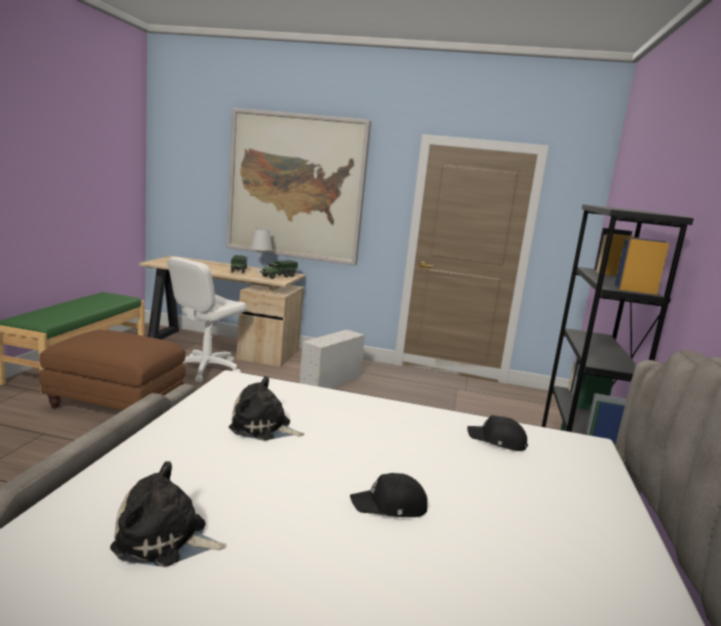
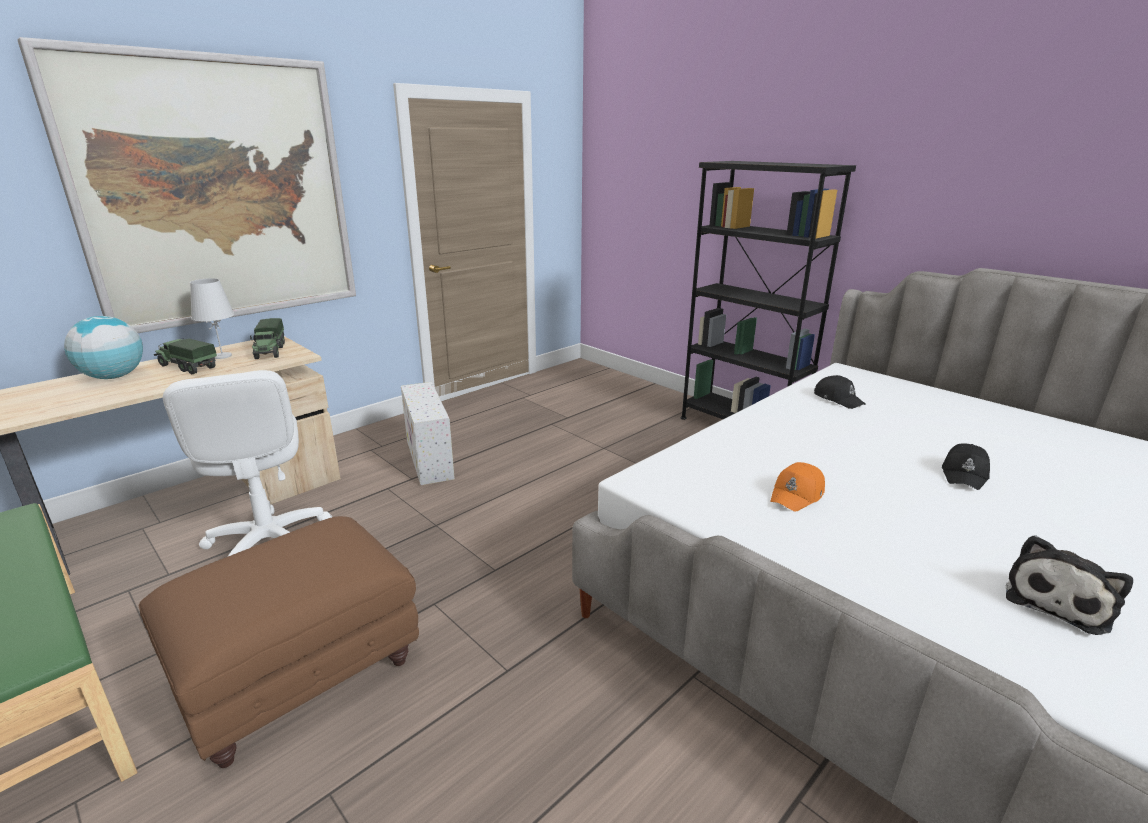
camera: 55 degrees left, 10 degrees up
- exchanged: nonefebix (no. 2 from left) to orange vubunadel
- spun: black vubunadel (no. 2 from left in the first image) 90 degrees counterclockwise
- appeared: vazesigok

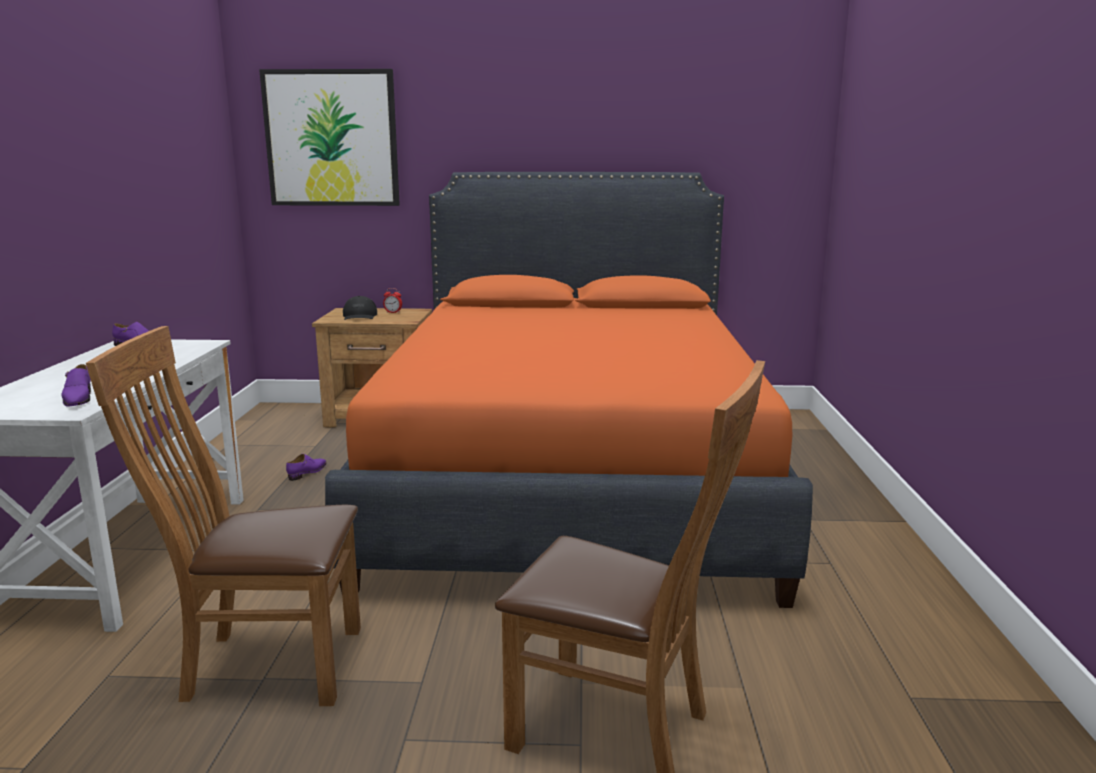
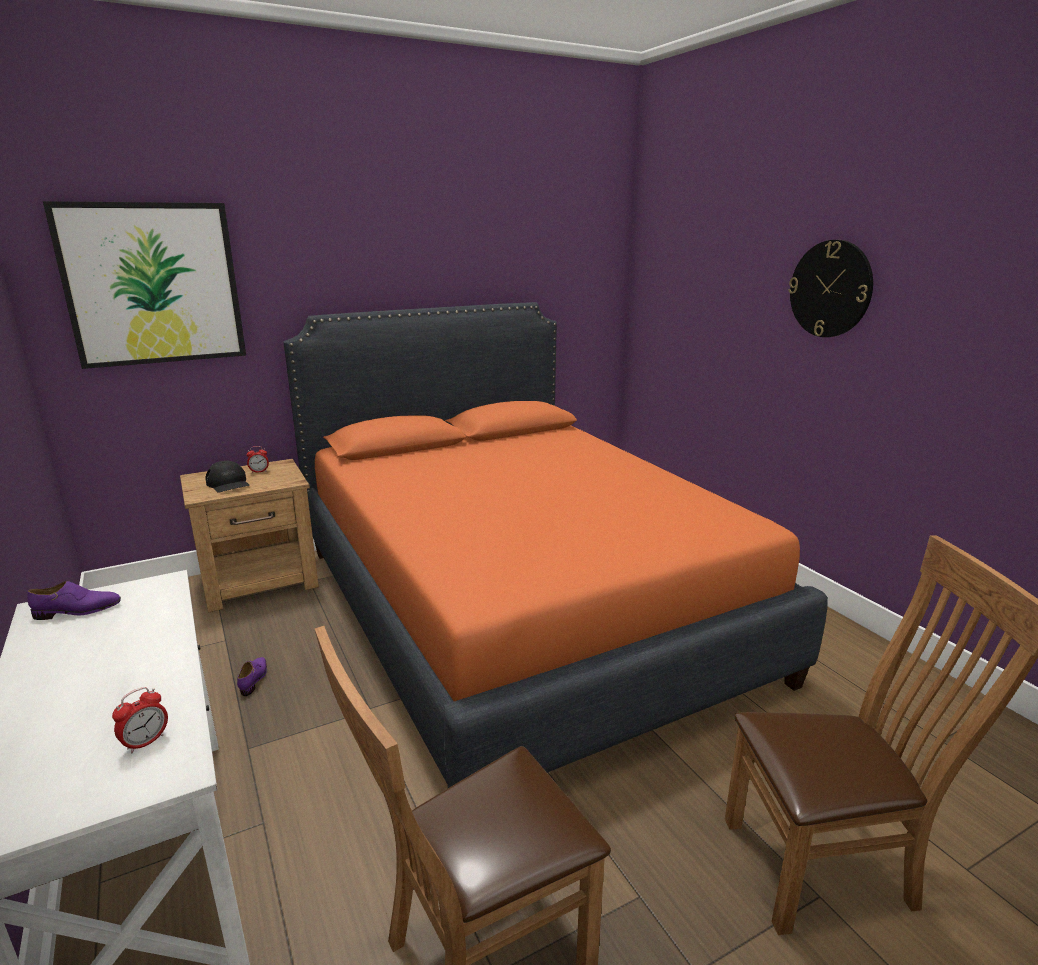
camera: 30 degrees left, 5 degrees up
- exchanged: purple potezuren (no. 1 from left) to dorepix (no. 1 from left)
- appeared: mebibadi

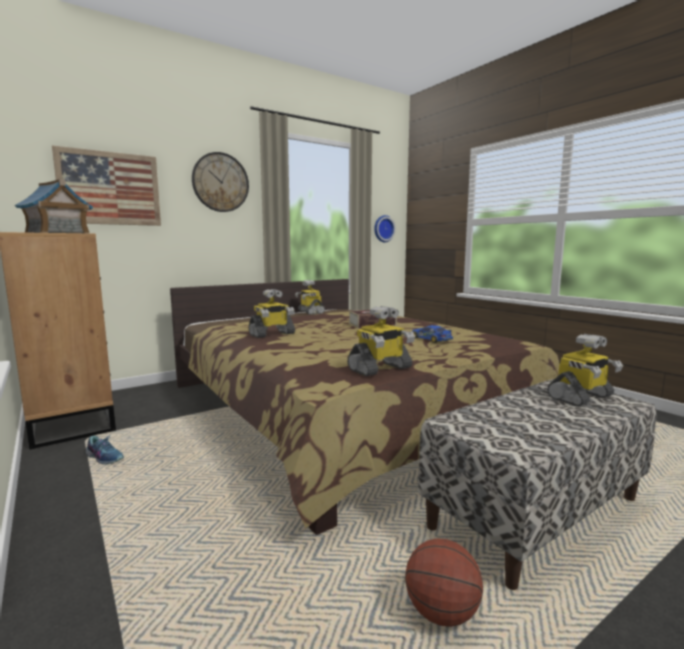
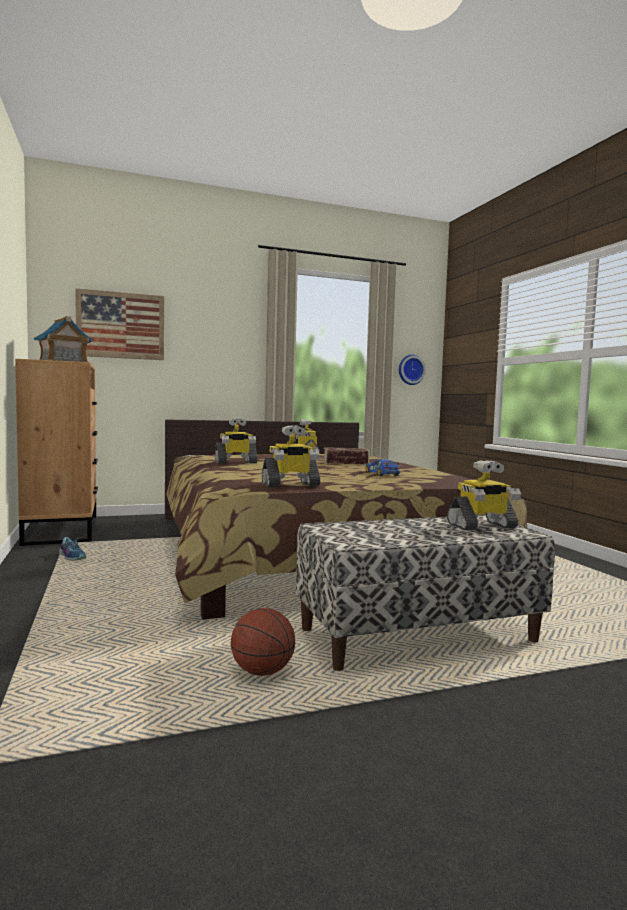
camera: 15 degrees right, 5 degrees down
- missing: mebibadi (no. 1 from left)

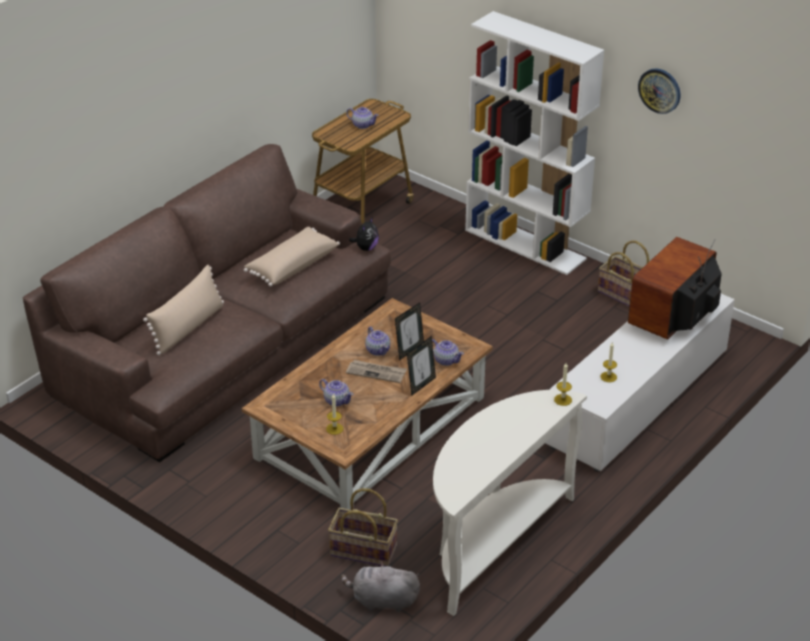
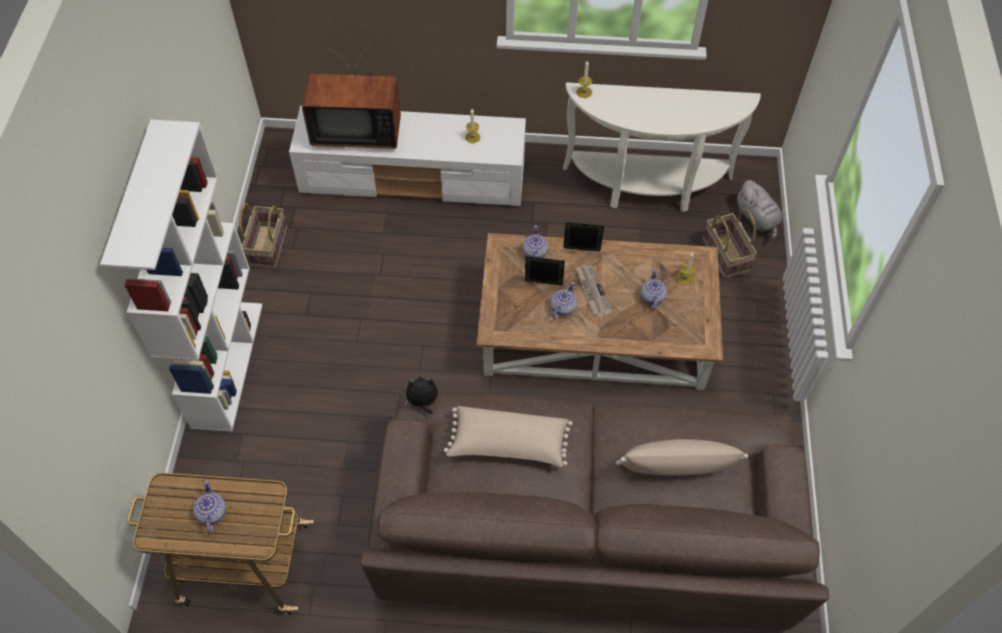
camera: 125 degrees left, 20 degrees up
- missing: mebibadi

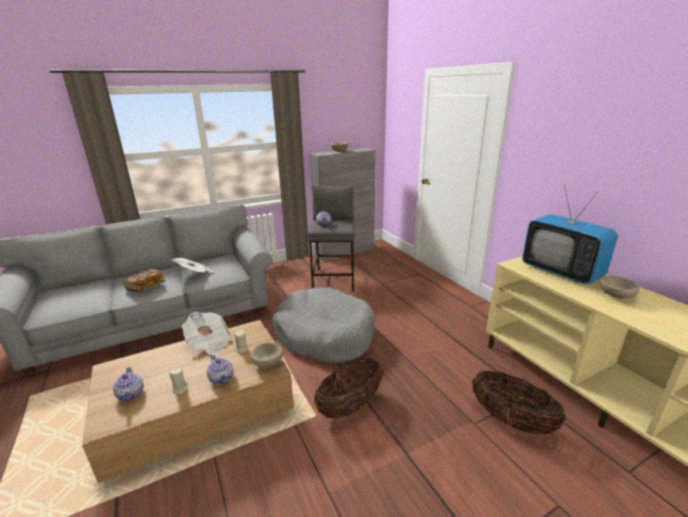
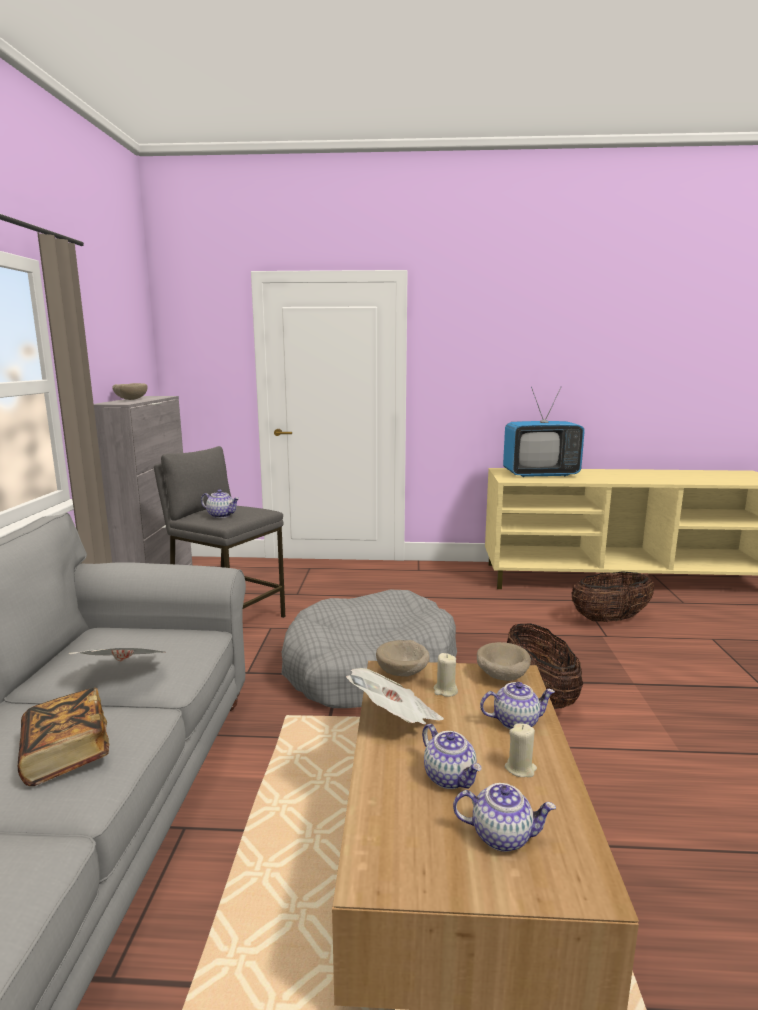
camera: 60 degrees left, 10 degrees down
- relocated: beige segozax (no. 3 from left in the first image) to beige segozax (no. 2 from left)
- appeared: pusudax (no. 2 from left)

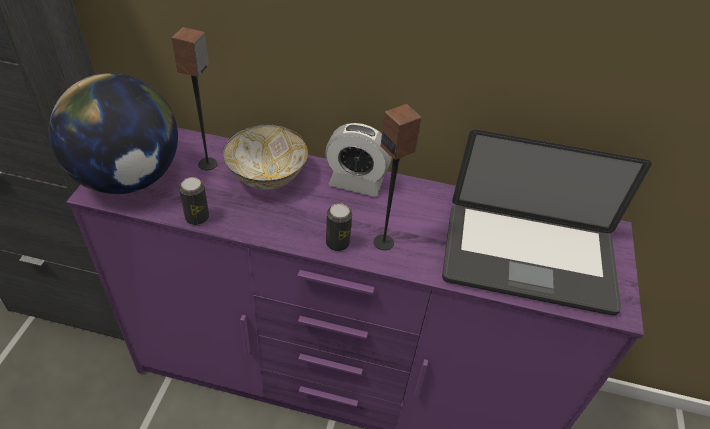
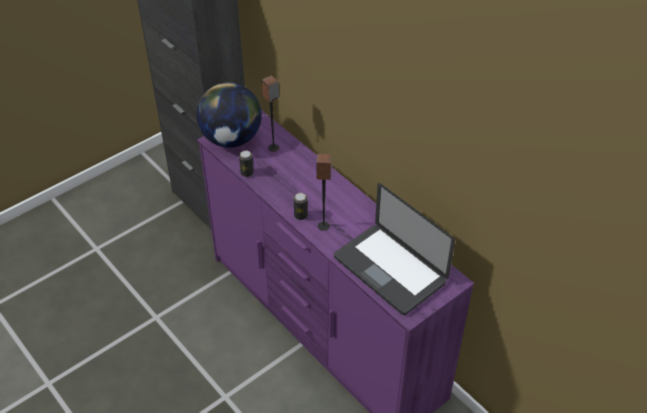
camera: 40 degrees right, 0 degrees up
- missing: dorepix
- missing: segozax

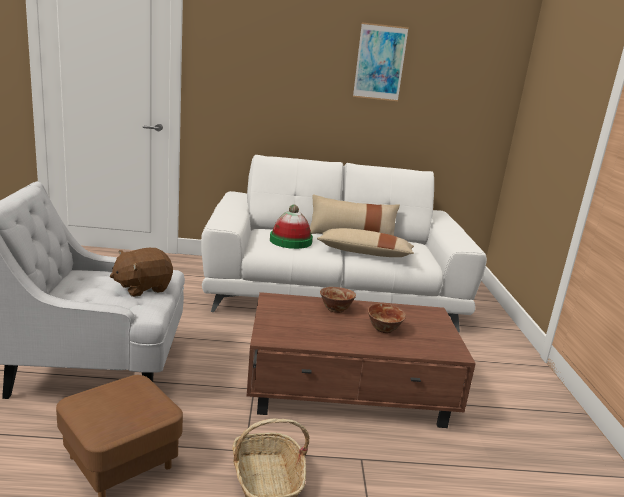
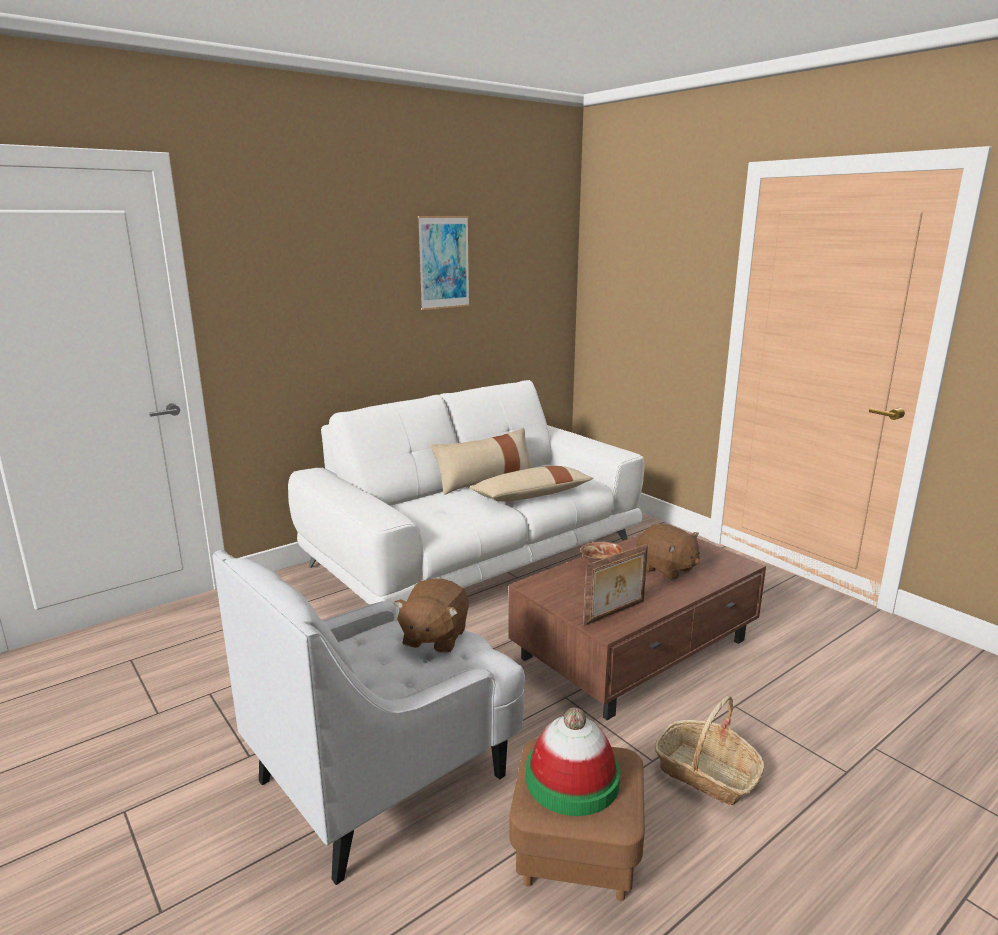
camera: 35 degrees left, 0 degrees up
- relocated: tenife
- exchanged: segozax (no. 2 from left) to brown nonefebix (no. 2 from left)
- appeared: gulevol

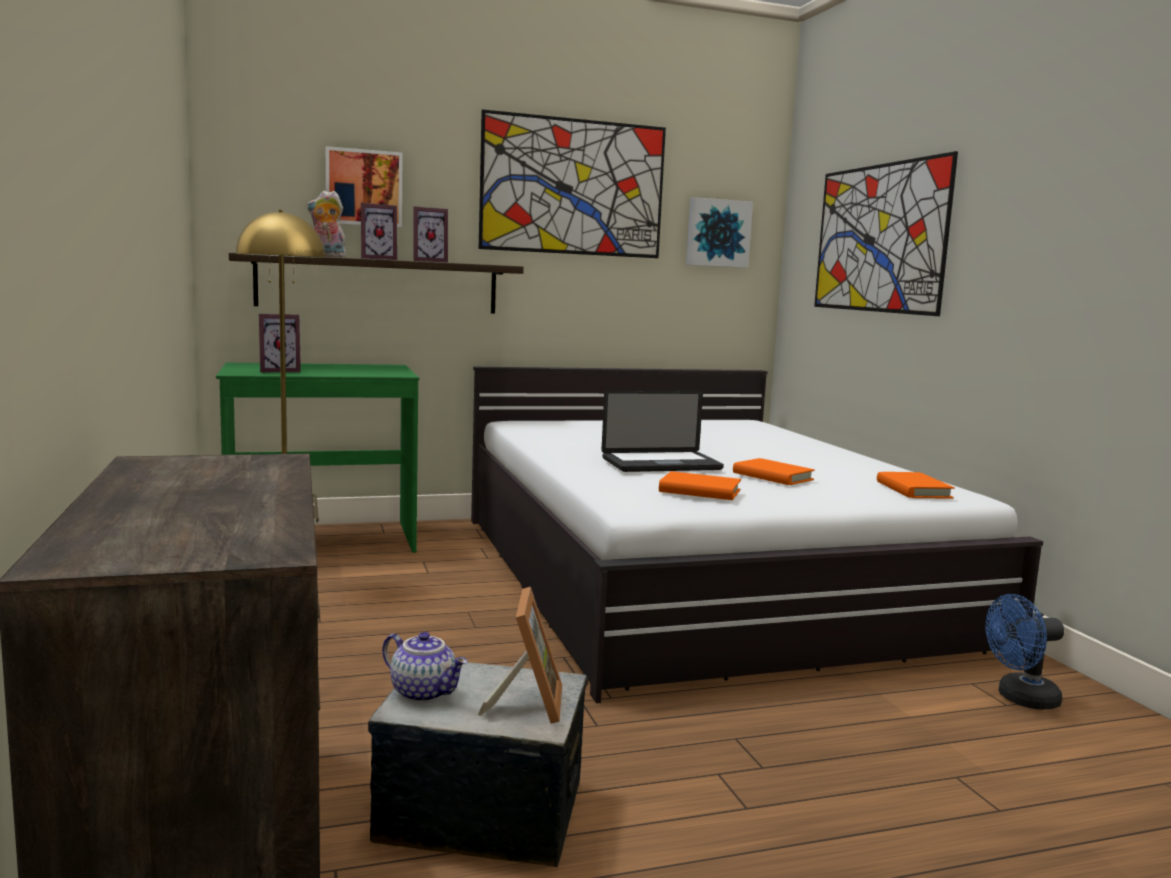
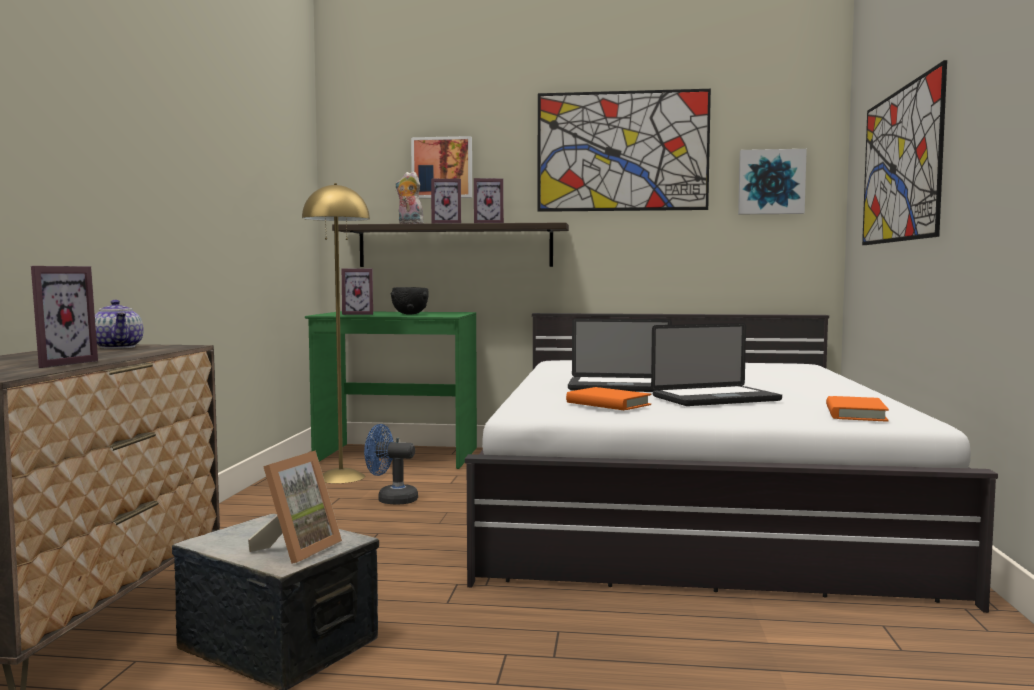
camera: 25 degrees right, 5 degrees down
- exchanged: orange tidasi (no. 2 from left) to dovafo (no. 2 from left)
- relocated: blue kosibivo
- relocated: pusudax
- appeared: gulevol (no. 1 from left)
- appeared: black segozax

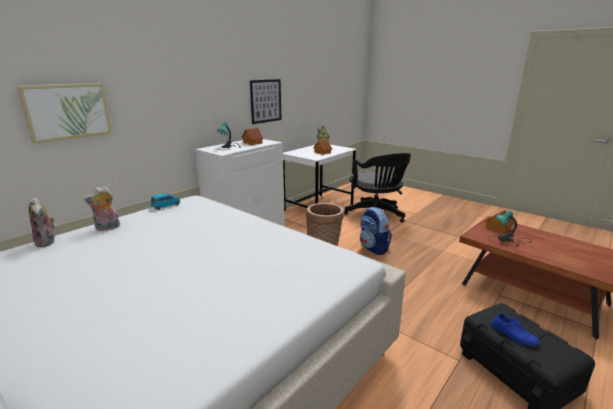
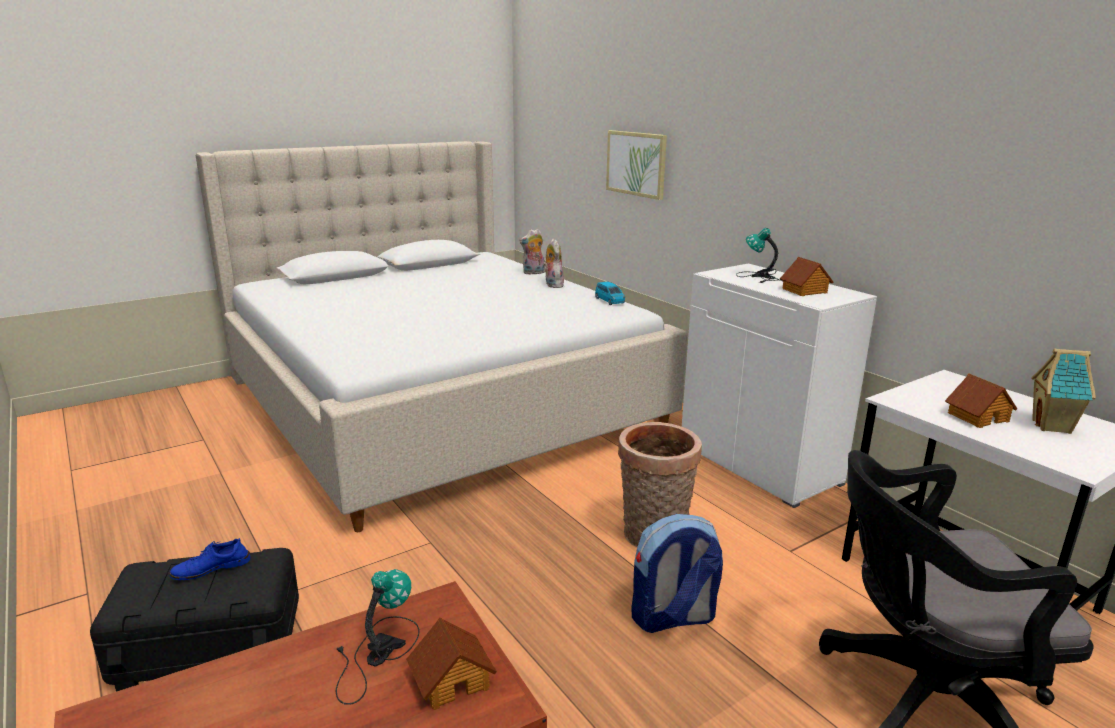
camera: 105 degrees right, 0 degrees up
- missing: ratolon (no. 2 from left)

